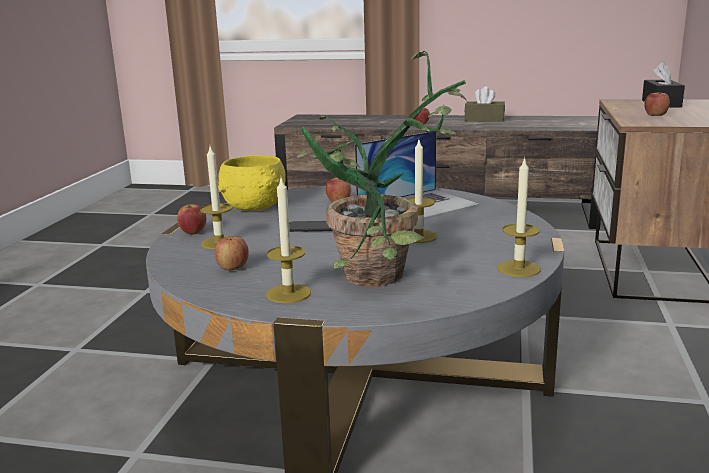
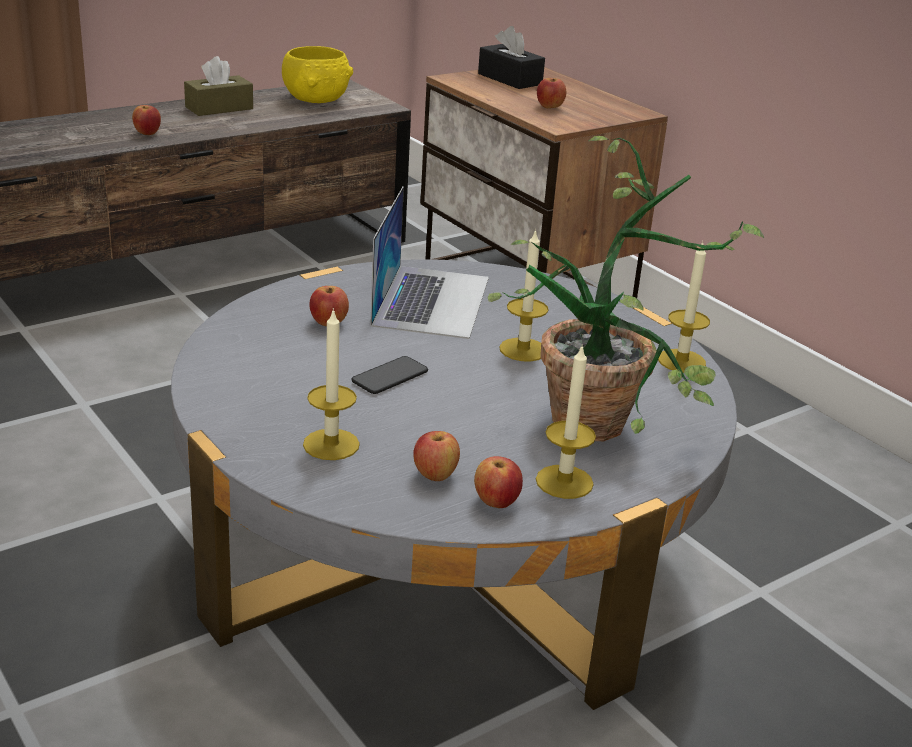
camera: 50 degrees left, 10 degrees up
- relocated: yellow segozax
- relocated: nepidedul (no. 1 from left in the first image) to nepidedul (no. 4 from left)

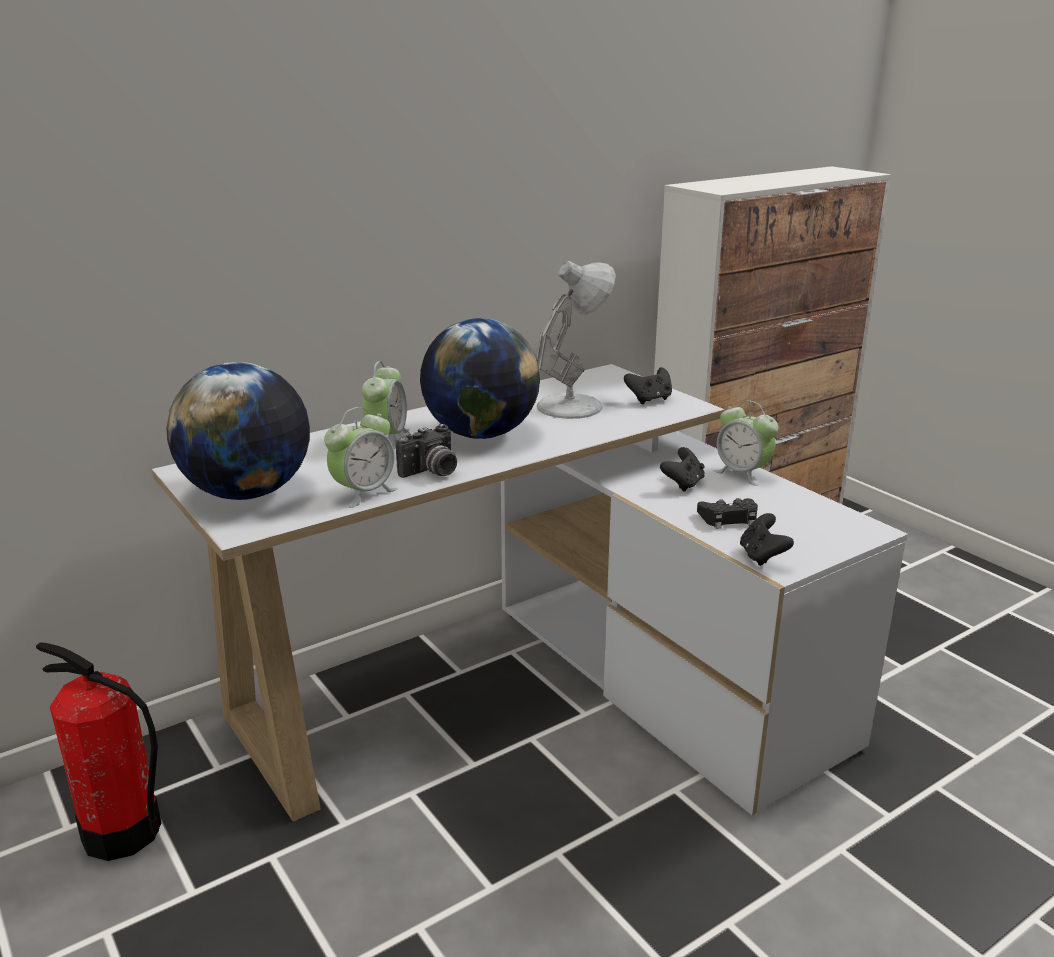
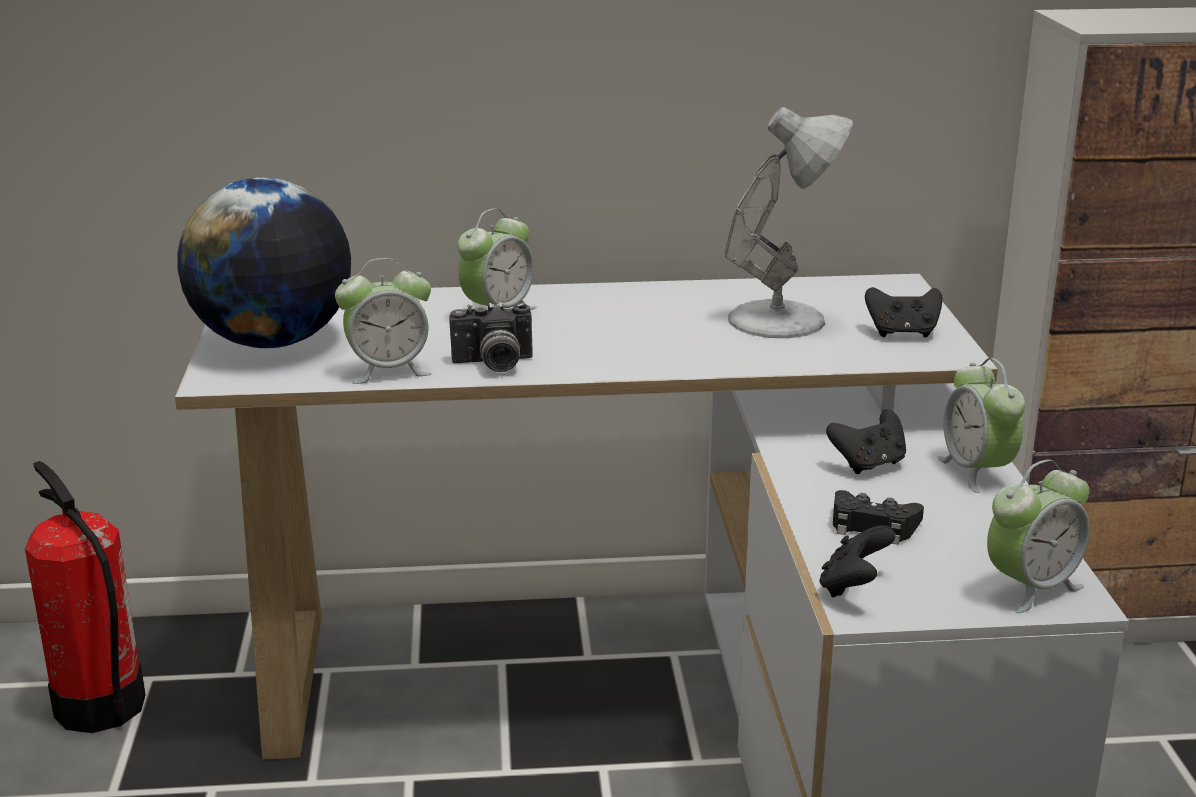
camera: 30 degrees right, 0 degrees up
- missing: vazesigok (no. 2 from left)
- appeared: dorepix (no. 4 from left)

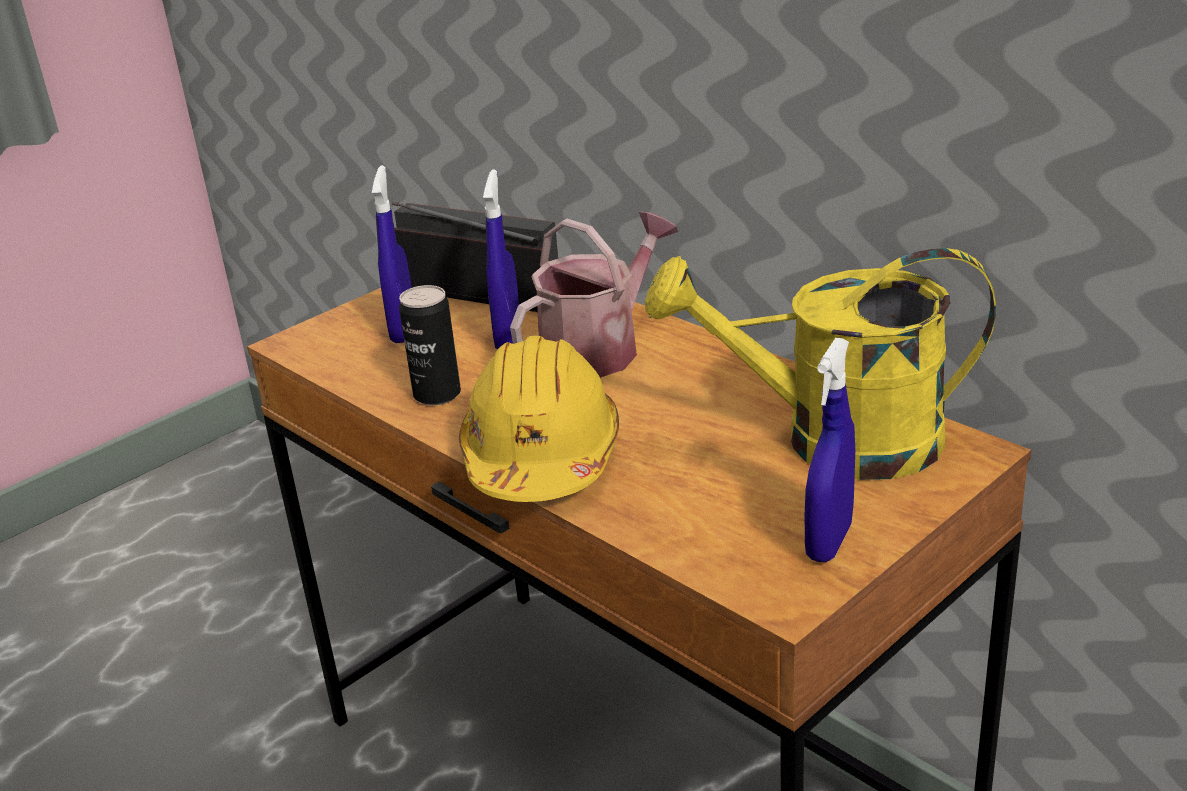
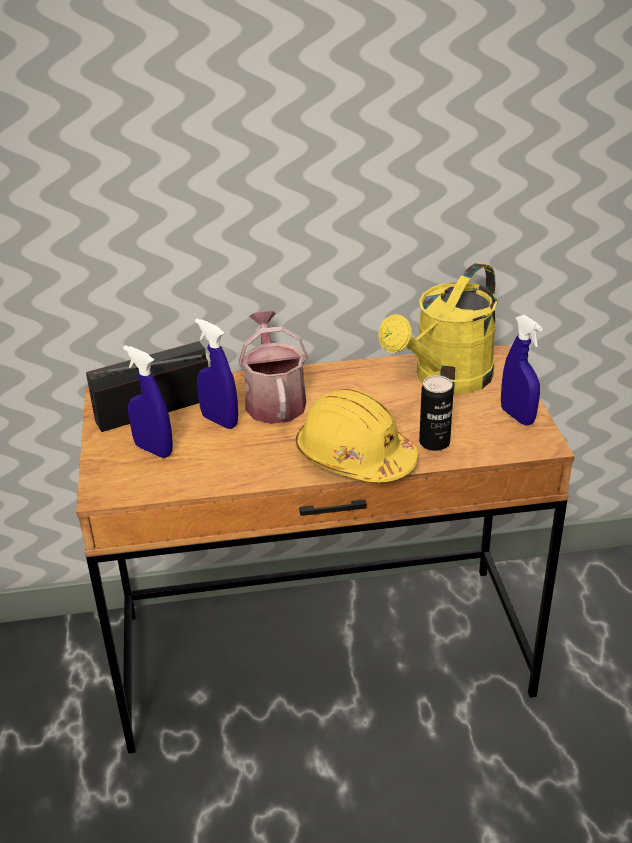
camera: 55 degrees left, 5 degrees up
- relocated: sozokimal

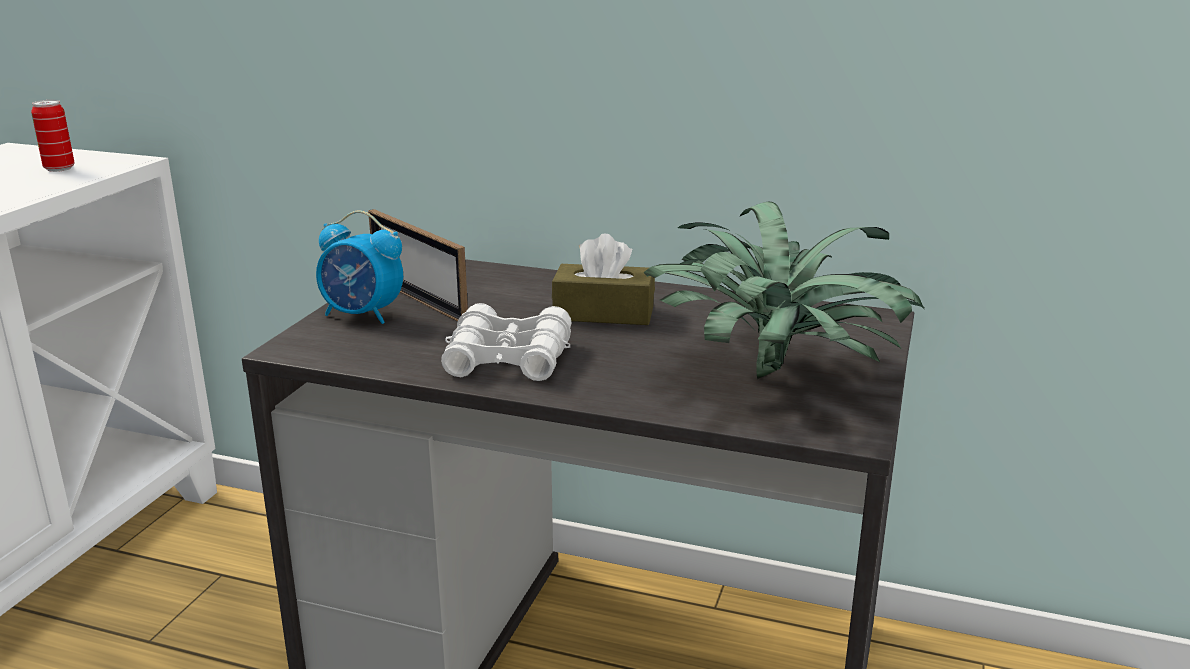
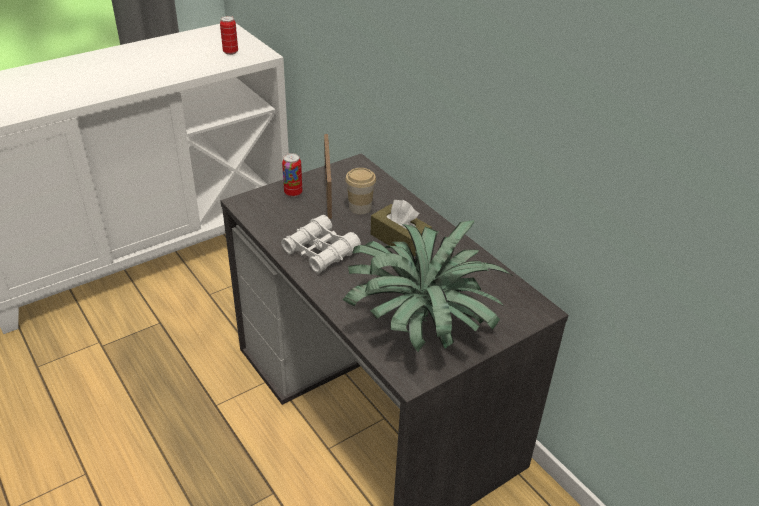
camera: 35 degrees right, 15 degrees up
- exchanged: dorepix to sozokimal (no. 2 from left)
- appeared: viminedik

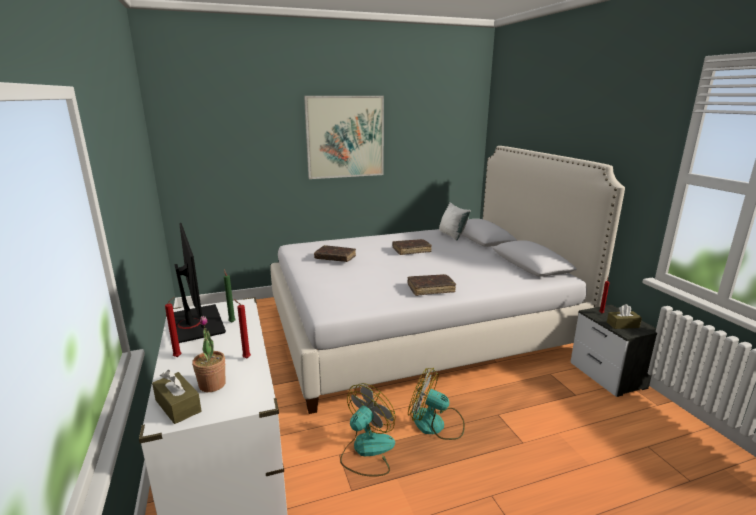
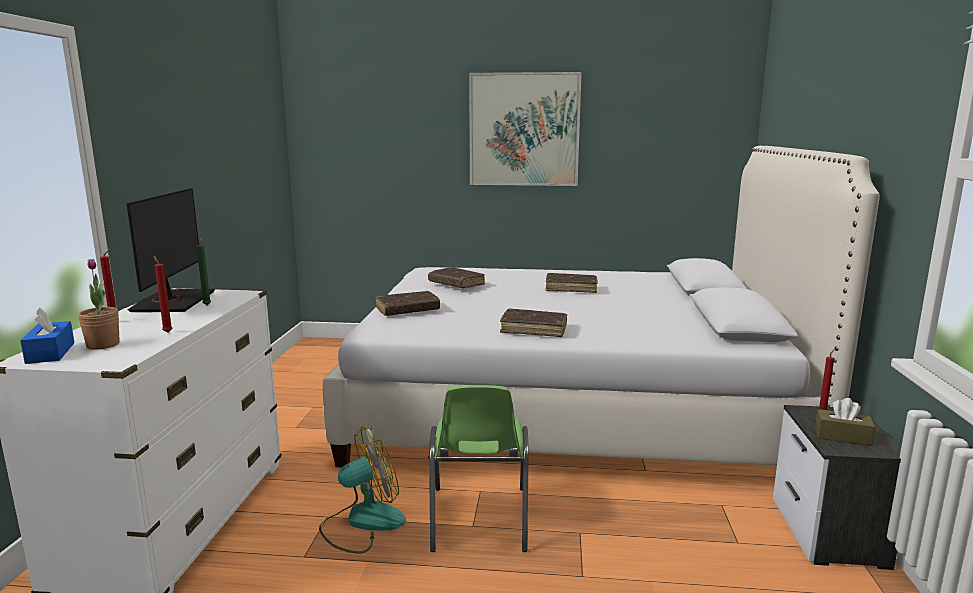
camera: 25 degrees right, 5 degrees down
- missing: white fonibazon
- exchanged: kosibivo (no. 2 from left) to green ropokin
- colour: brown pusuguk (no. 1 from left) to blue pusuguk
- appeared: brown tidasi (no. 1 from left)

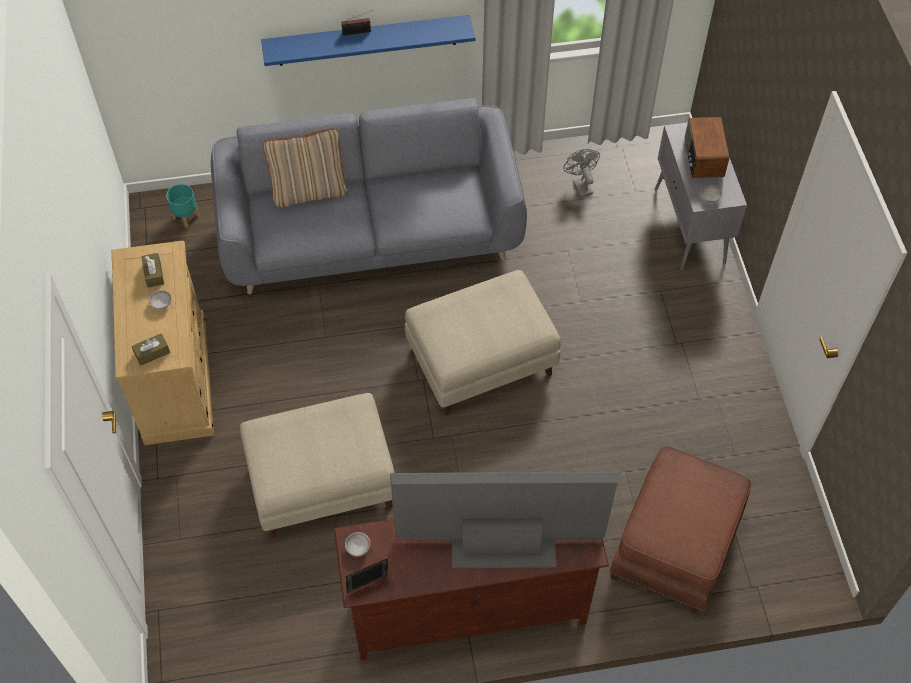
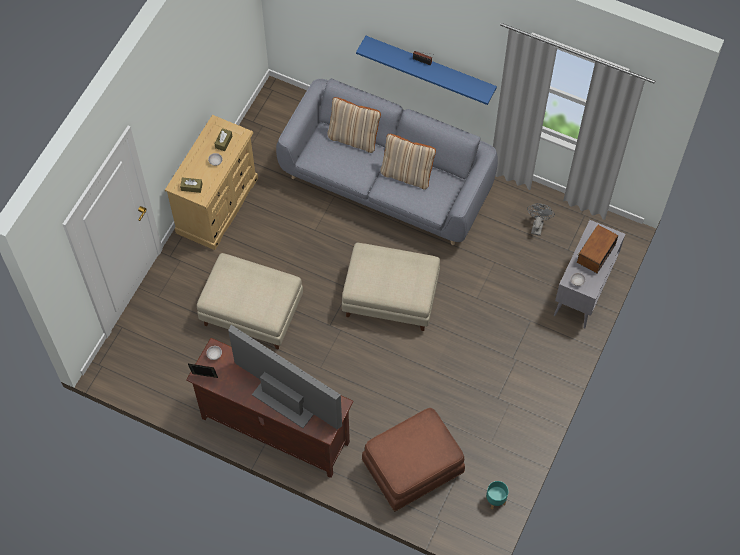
camera: 35 degrees right, 5 degrees up
- relocated: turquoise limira
- appeared: beige fonibazon (no. 2 from left)

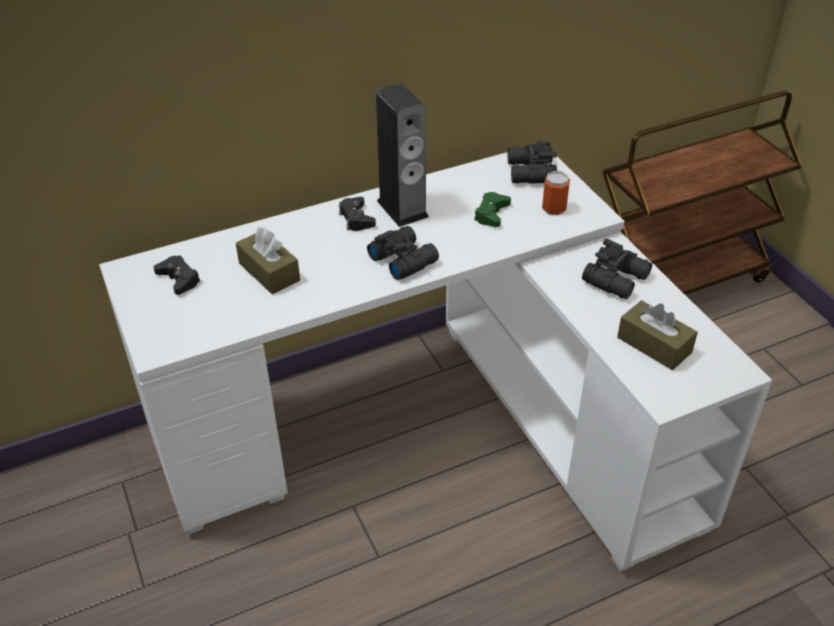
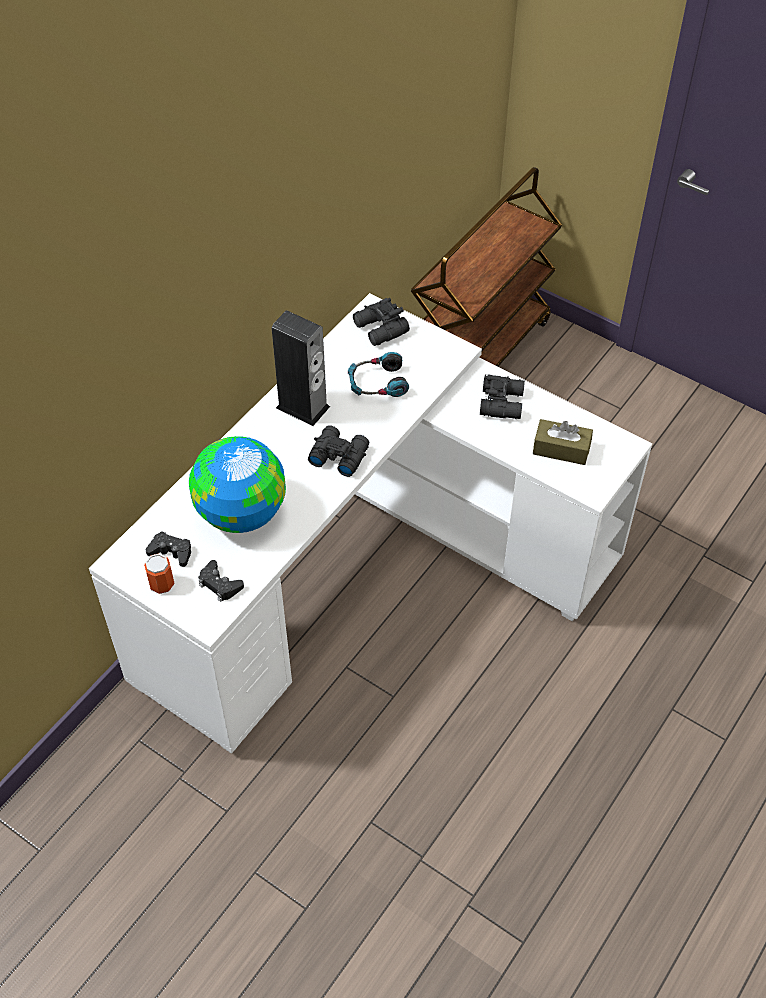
camera: 30 degrees left, 10 degrees up
- relocated: sozokimal
- exchanged: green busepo to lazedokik
- relocated: black busepo (no. 2 from left)
- exchanged: brown pusuguk (no. 1 from left) to vazesigok

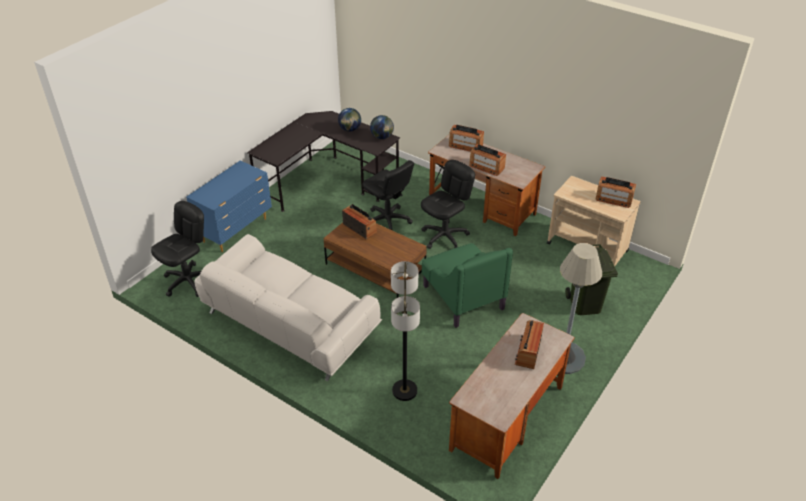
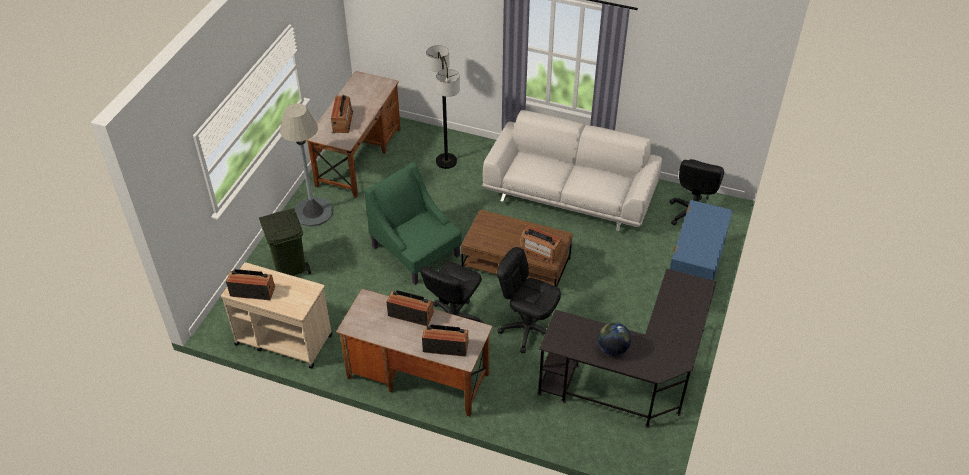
camera: 165 degrees right, 5 degrees up
- missing: vazesigok (no. 2 from left)

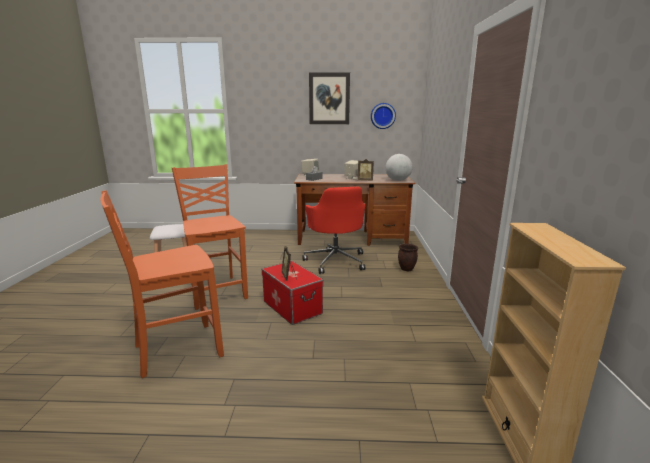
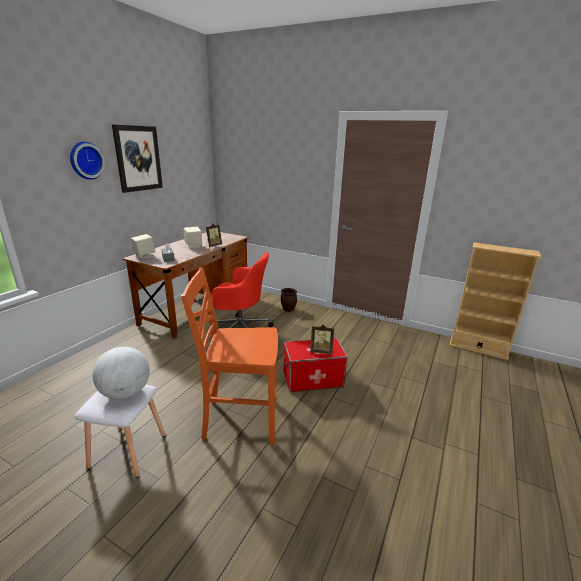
camera: 65 degrees left, 5 degrees up
- relocated: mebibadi
- relocated: vazesigok
- missing: orange ropokin (no. 1 from left)

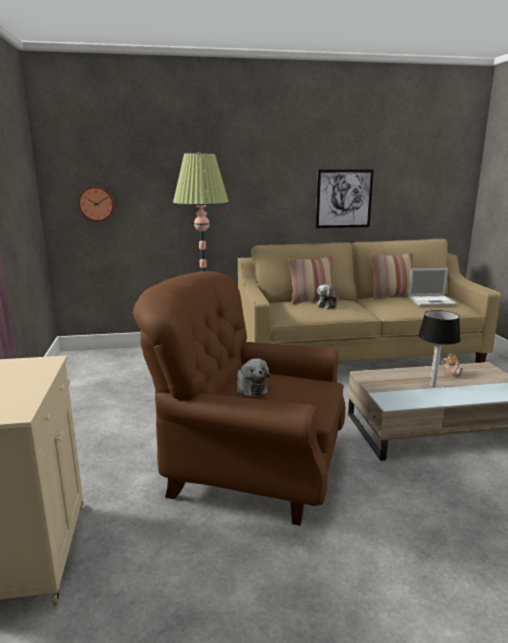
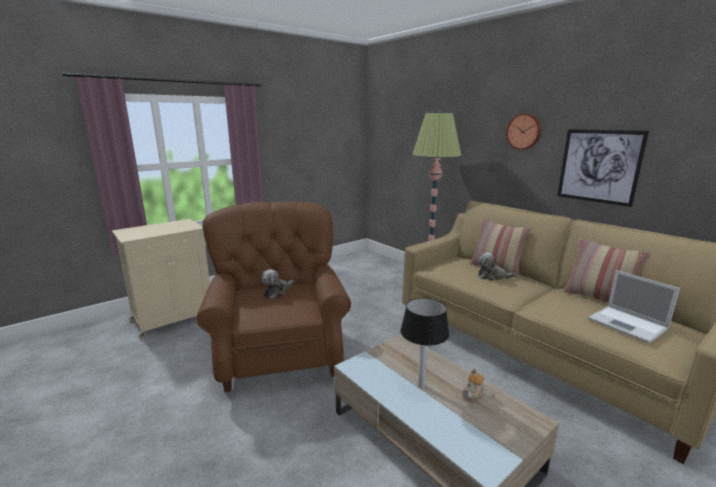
camera: 60 degrees right, 0 degrees up
- relocated: mebibadi

